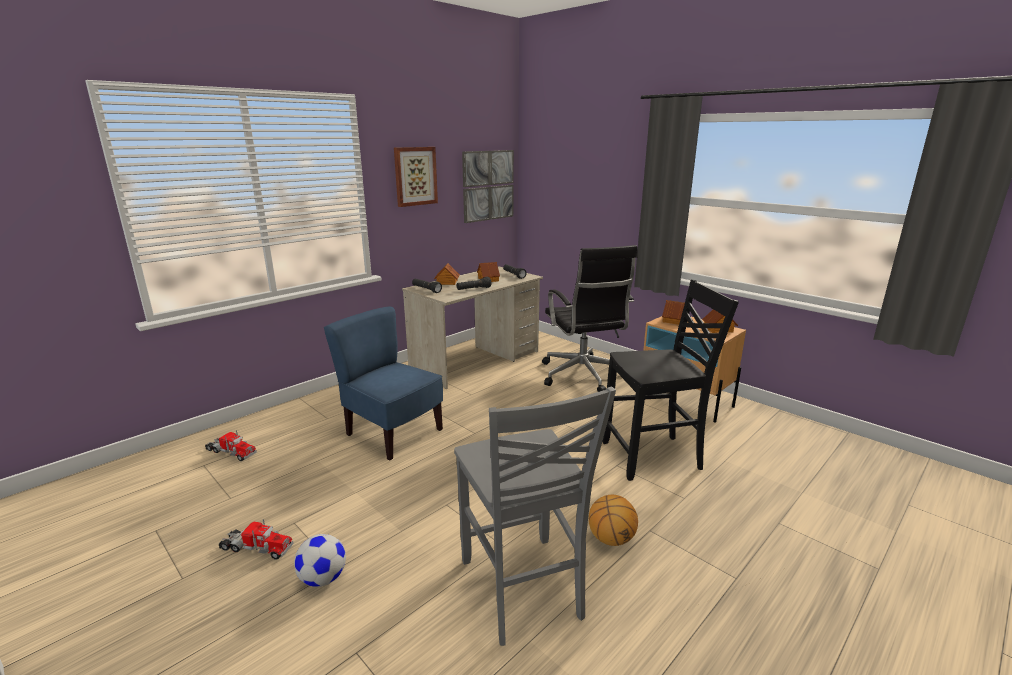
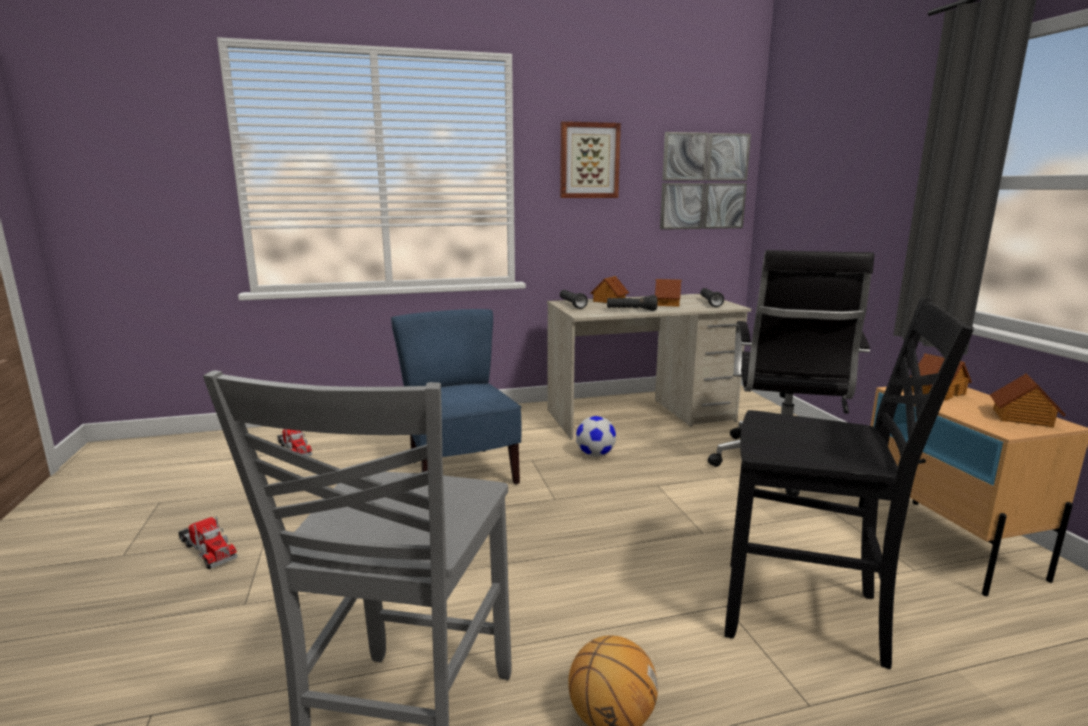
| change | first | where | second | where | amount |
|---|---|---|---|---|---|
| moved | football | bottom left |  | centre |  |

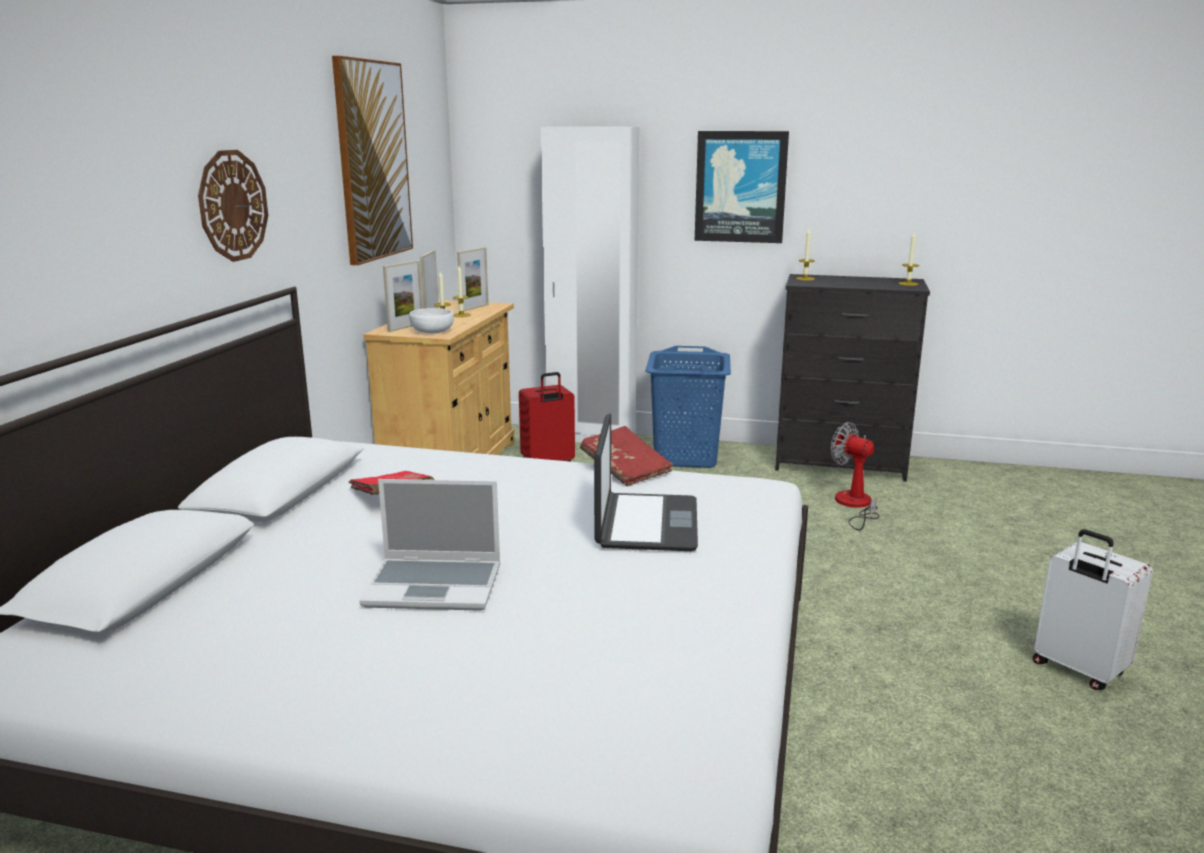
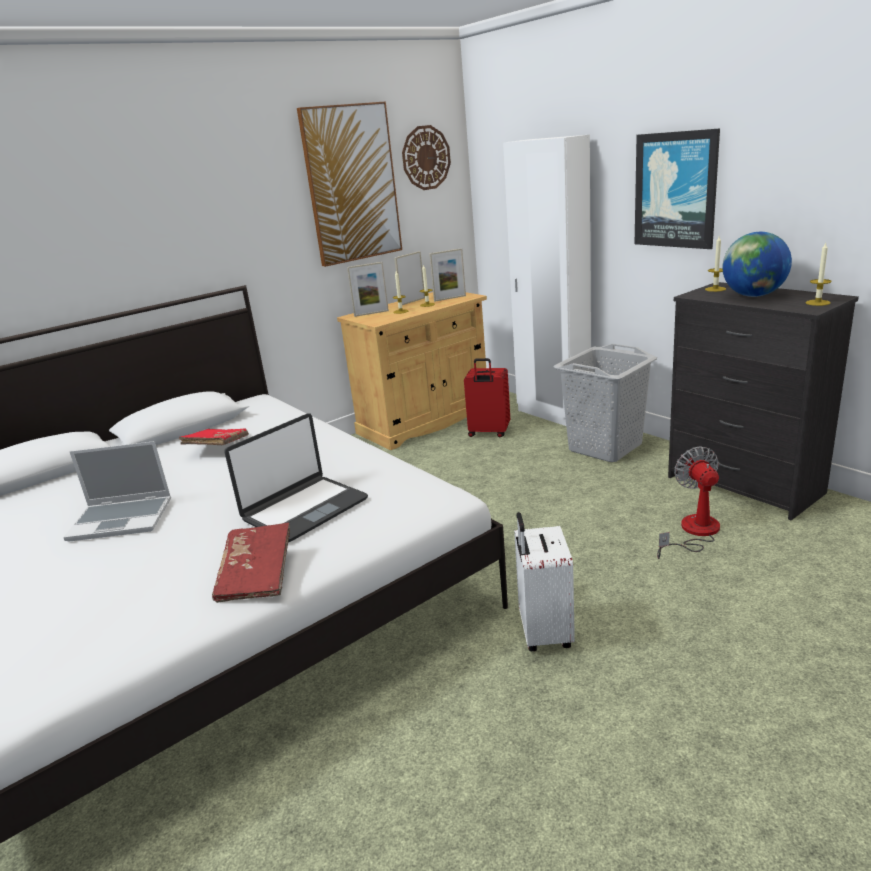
| change | first | where | second | where | amount |
|---|---|---|---|---|---|
| moved | hanging clock | top left |  | top centre |  |
| turned | notebook computer (1st from left) | centre |  | middle left | 45 degrees counterclockwise |
| removed | deep dish/whitish | centre |  |  |  |
| moved | bound book/red-coloured (2nd from left) | centre |  | middle left |  |
| recoloured | laundry basket/bluish | centre | laundry basket/gray | middle right |  |
| moved | piece of luggage/whitish | bottom right |  | bottom centre |  |
| added |  |  | desk globe | top right |  |

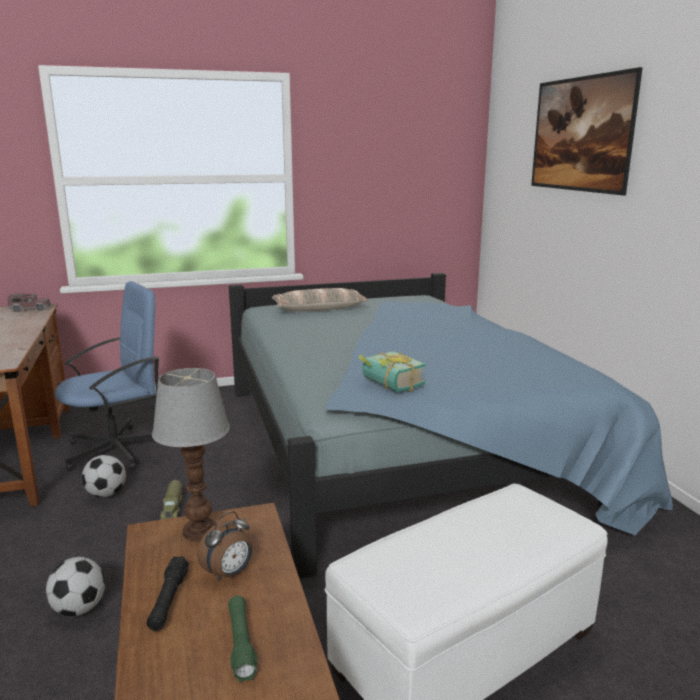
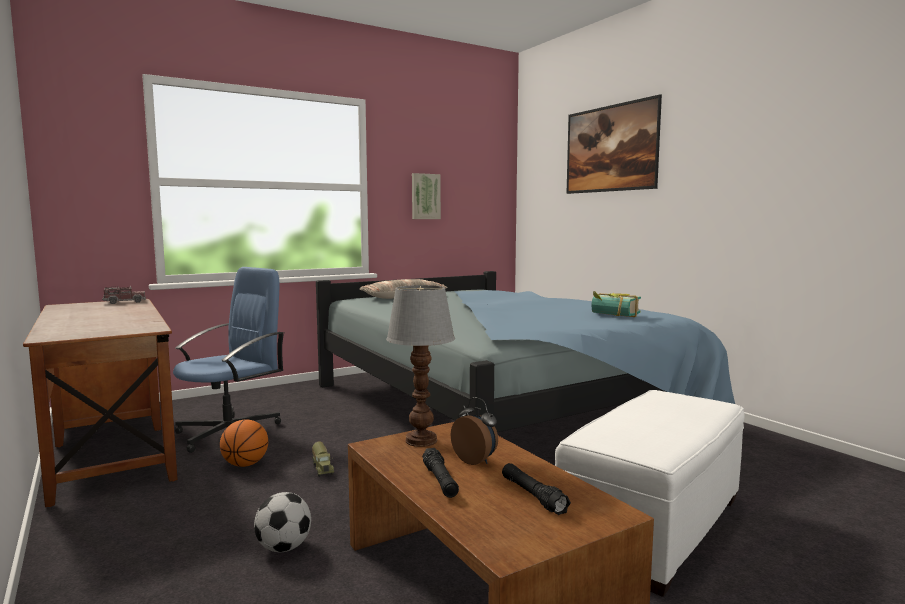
| change | first | where | second | where | amount |
|---|---|---|---|---|---|
| replaced | football (2nd from left) | bottom left | basketball | bottom left |  |
| turned | table clock | bottom left |  | bottom centre | 75 degrees counterclockwise |
| recoloured | flashlight/green | bottom centre | flashlight/black-coloured (2nd from left) | bottom centre |  |
| moved | bound book | centre |  | middle right |  |
| added |  |  | wall picture (1st from left) | top centre |  |

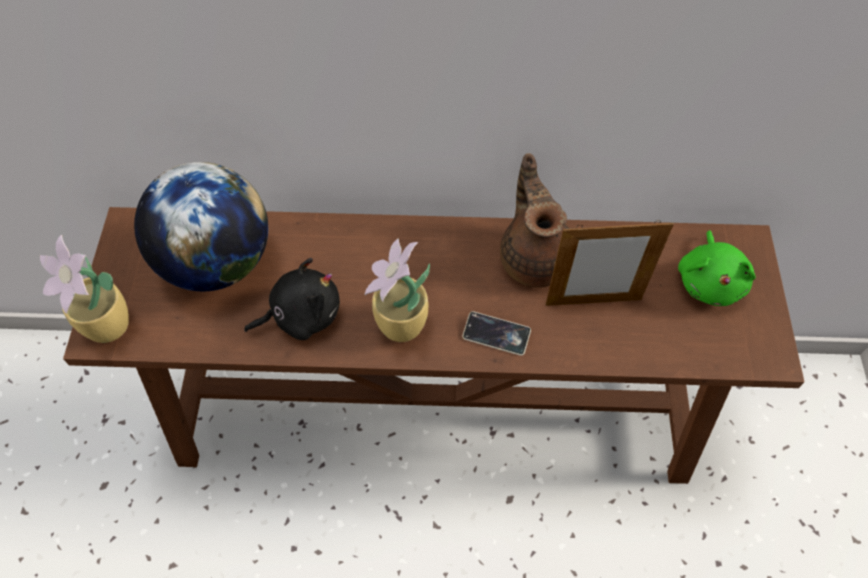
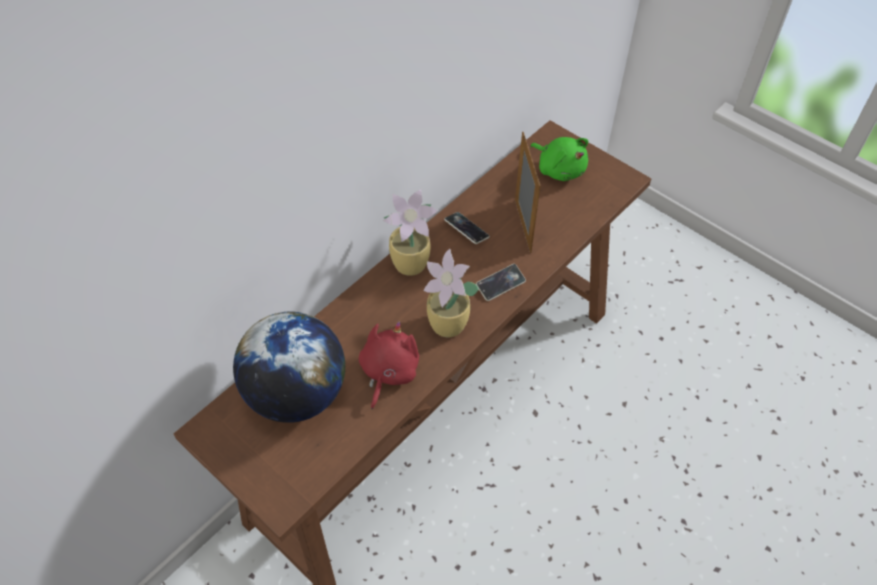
| change | first | where | second | where | amount |
|---|---|---|---|---|---|
| moved | plant in a pot (1st from left) | middle left |  | centre |  |
| recoloured | soft toy/black-coloured | centre | soft toy/red-coloured | centre |  |
| replaced | tea pot/brown-coloured | centre | telephone (1st from left) | centre |  |
| turned | photo frame | middle right |  | top centre | 45 degrees counterclockwise |

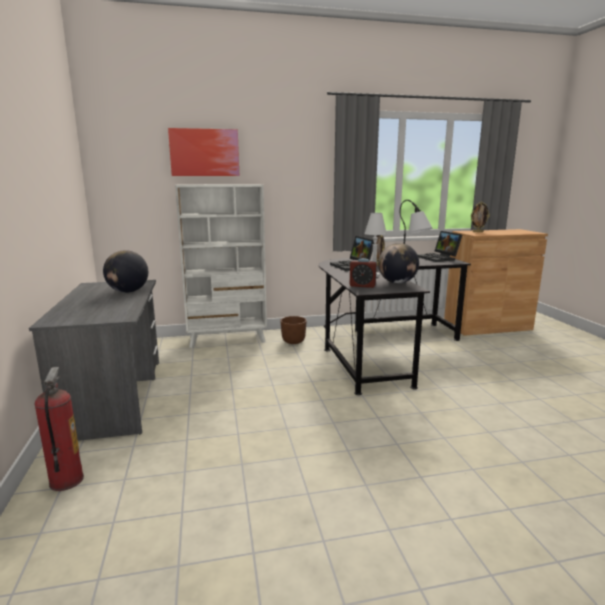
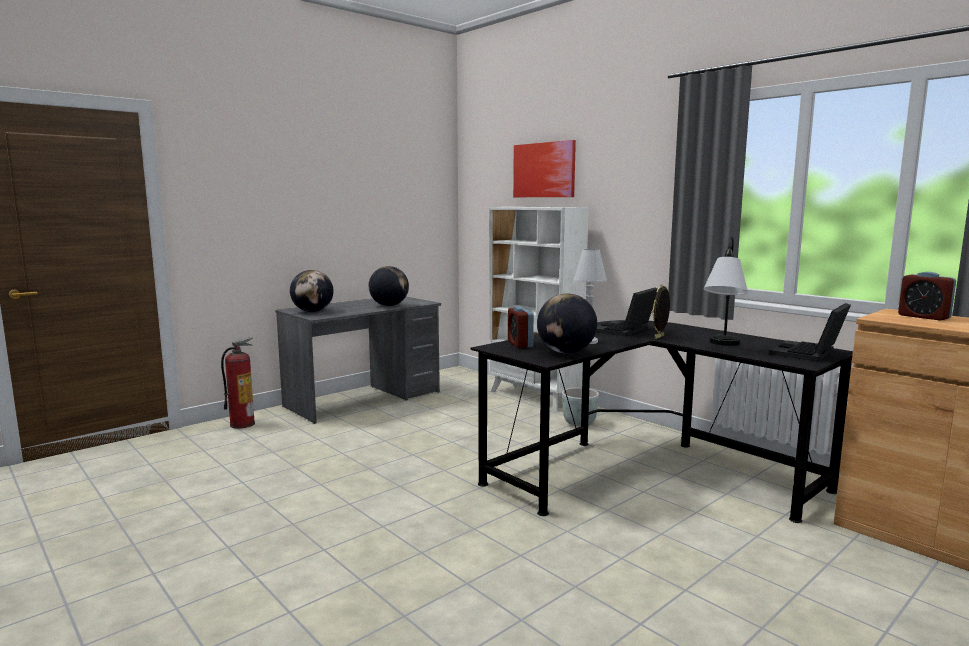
| change | first | where | second | where | amount |
|---|---|---|---|---|---|
| recoloured | flower pot/brown-coloured | centre | flower pot/gray | centre |  |
| replaced | photo frame (2nd from left) | middle right | table clock (2nd from left) | middle right |  |
| added |  |  | desk globe (1st from left) | middle left |  |

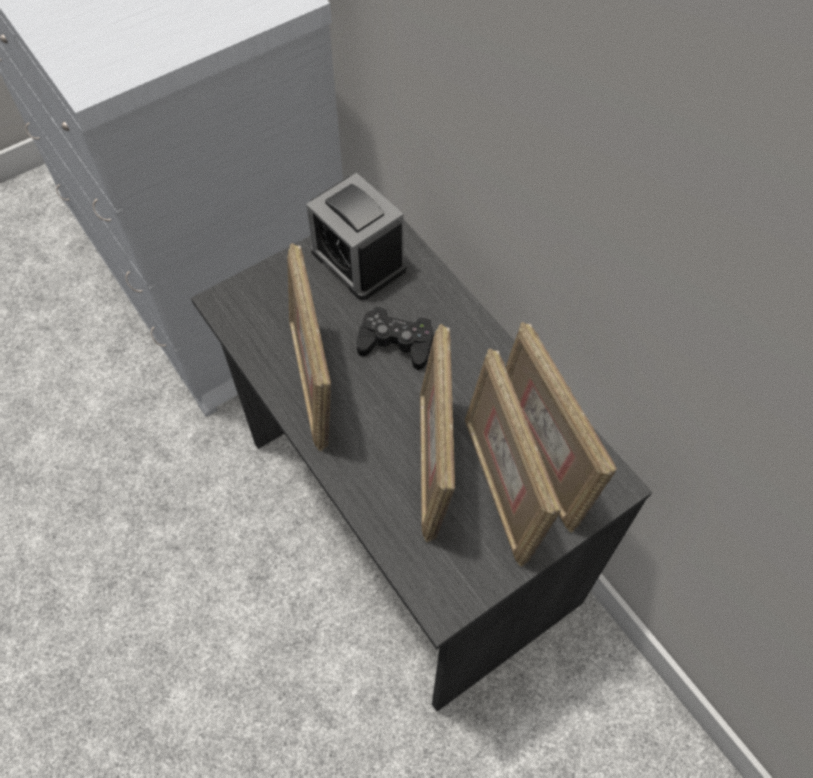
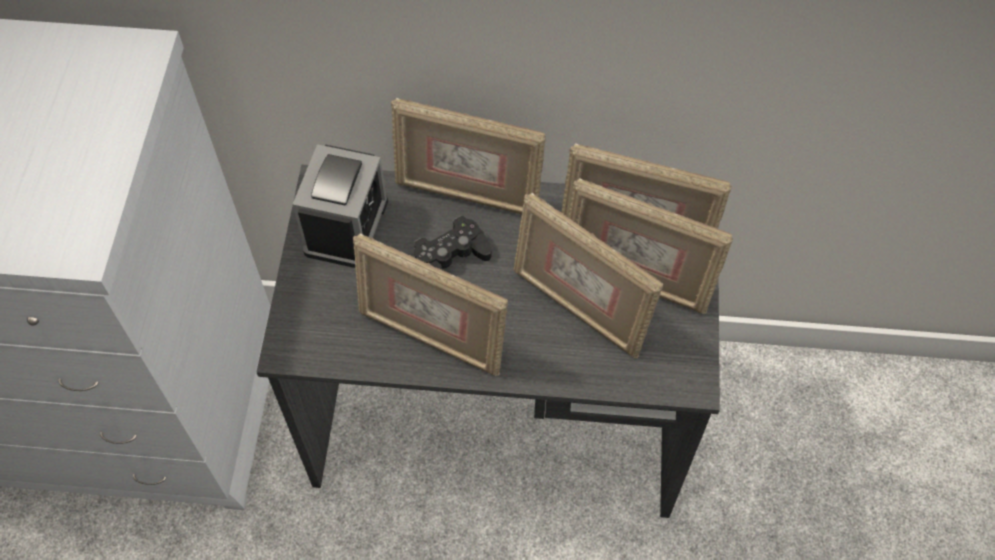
| change | first | where | second | where | amount |
|---|---|---|---|---|---|
| turned | table clock | top centre |  | centre | 75 degrees counterclockwise |
| added |  |  | photo frame (2nd from left) | top centre |  |

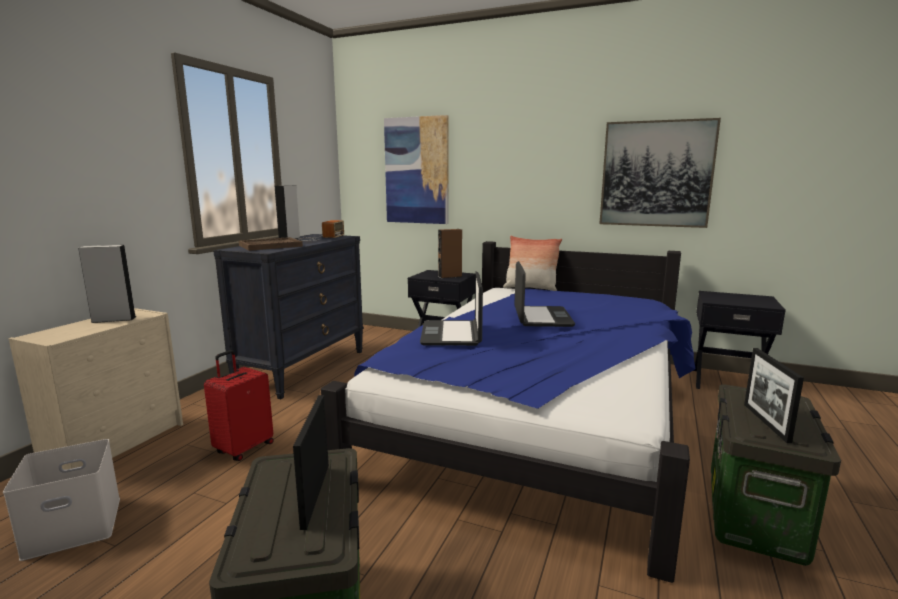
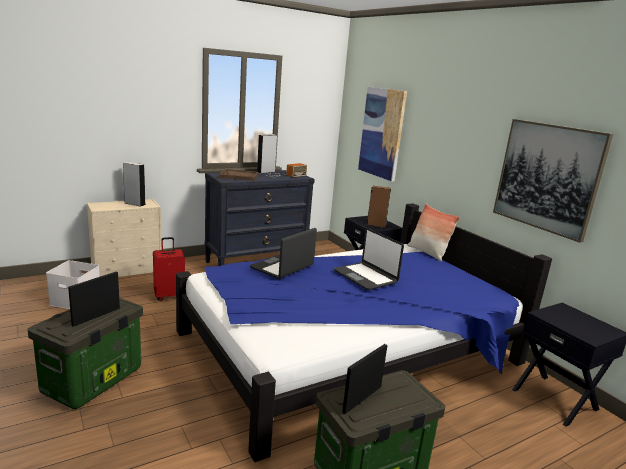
| change | first | where | second | where | amount |
|---|---|---|---|---|---|
| turned | notebook computer (2nd from left) | centre |  | centre | 105 degrees clockwise |

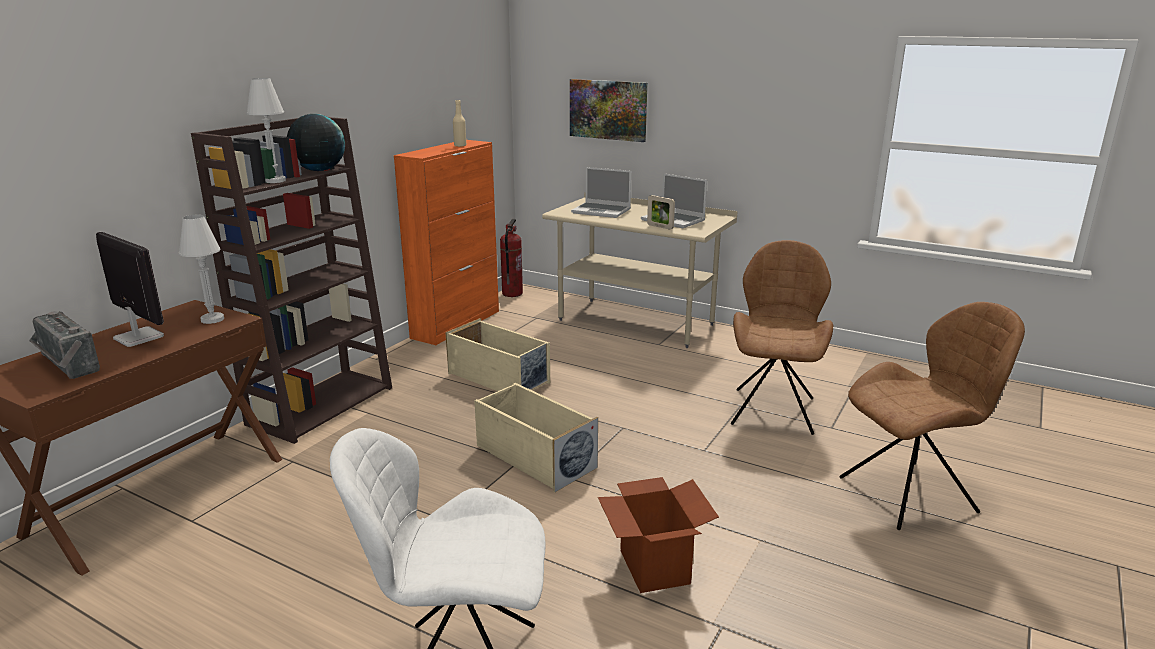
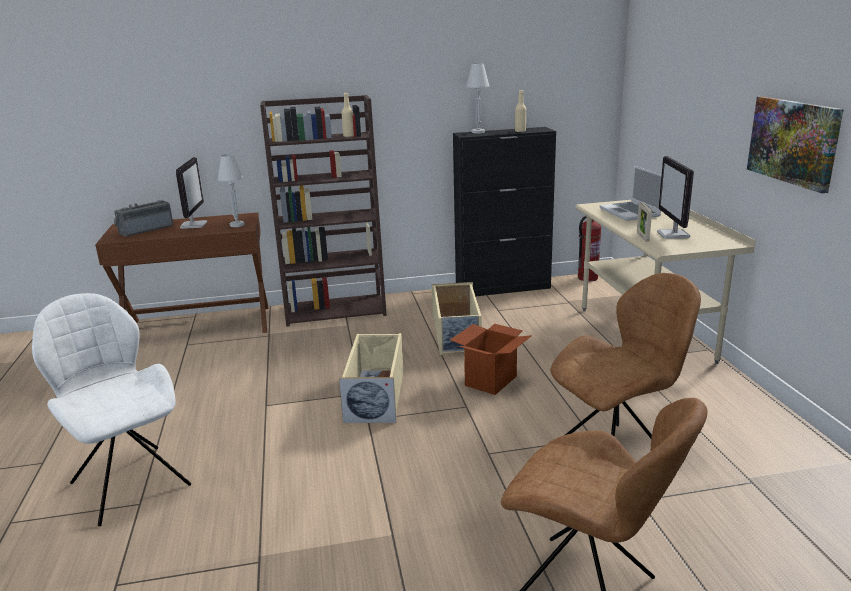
| change | first | where | second | where | amount |
|---|---|---|---|---|---|
| turned | radio | middle left |  | middle left | 45 degrees clockwise |
| moved | table lamp/whitish (2nd from left) | top left |  | top centre |  |
| replaced | desk globe | top left | bottle/beige (1st from left) | top centre |  |
| recoloured | cabinet/orange-coloured | centre | cabinet/black-coloured | centre |  |
| moved | wall picture | top centre |  | top right |  |
| moved | cardboard box | bottom centre |  | centre |  |
| replaced | notebook computer (2nd from left) | top centre | computer screen (2nd from left) | middle right |  |

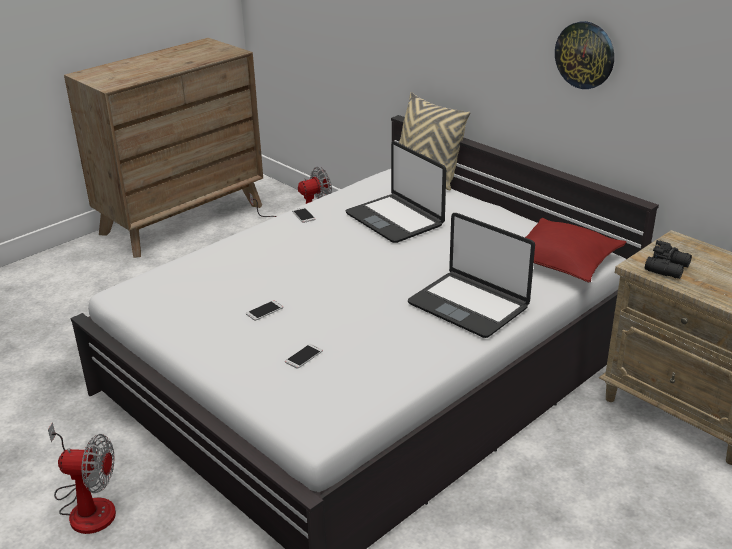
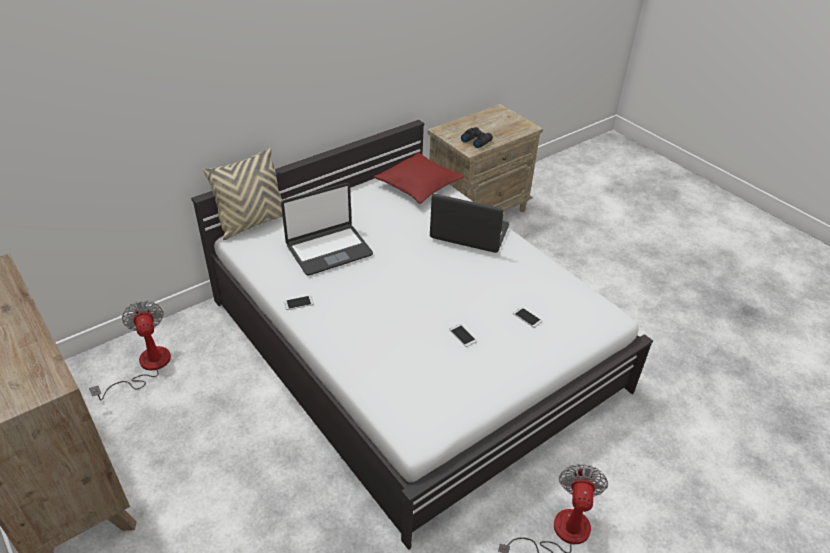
| change | first | where | second | where | amount |
|---|---|---|---|---|---|
| turned | notebook computer (2nd from left) | centre |  | centre | 120 degrees counterclockwise |
| removed | hanging clock | top right |  |  |  |

